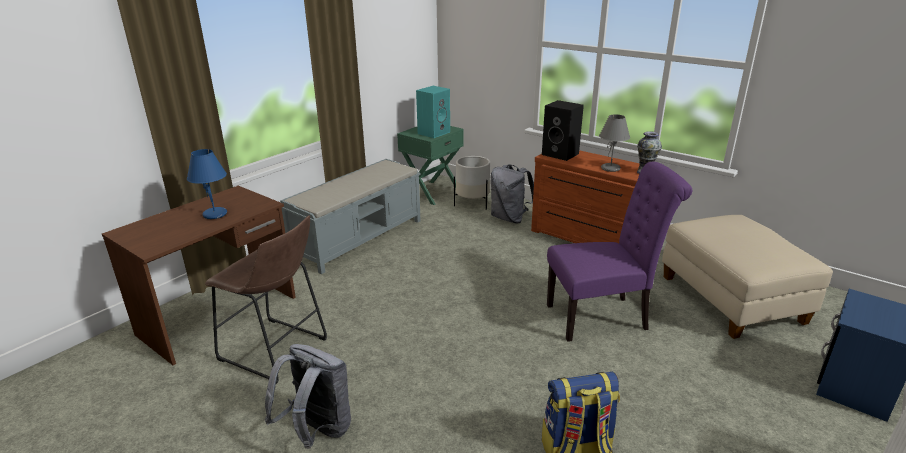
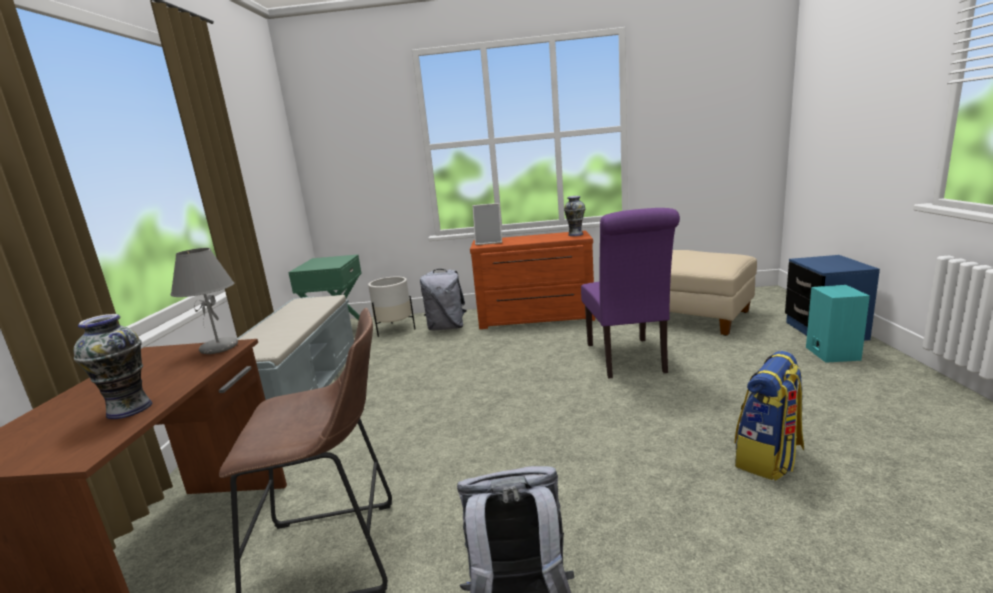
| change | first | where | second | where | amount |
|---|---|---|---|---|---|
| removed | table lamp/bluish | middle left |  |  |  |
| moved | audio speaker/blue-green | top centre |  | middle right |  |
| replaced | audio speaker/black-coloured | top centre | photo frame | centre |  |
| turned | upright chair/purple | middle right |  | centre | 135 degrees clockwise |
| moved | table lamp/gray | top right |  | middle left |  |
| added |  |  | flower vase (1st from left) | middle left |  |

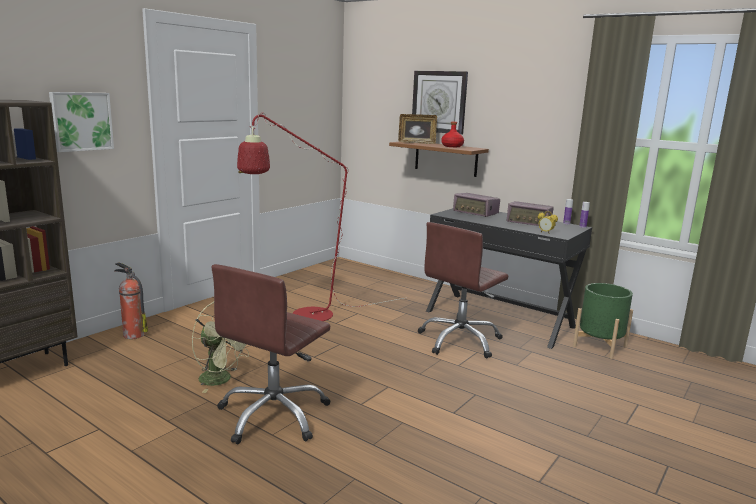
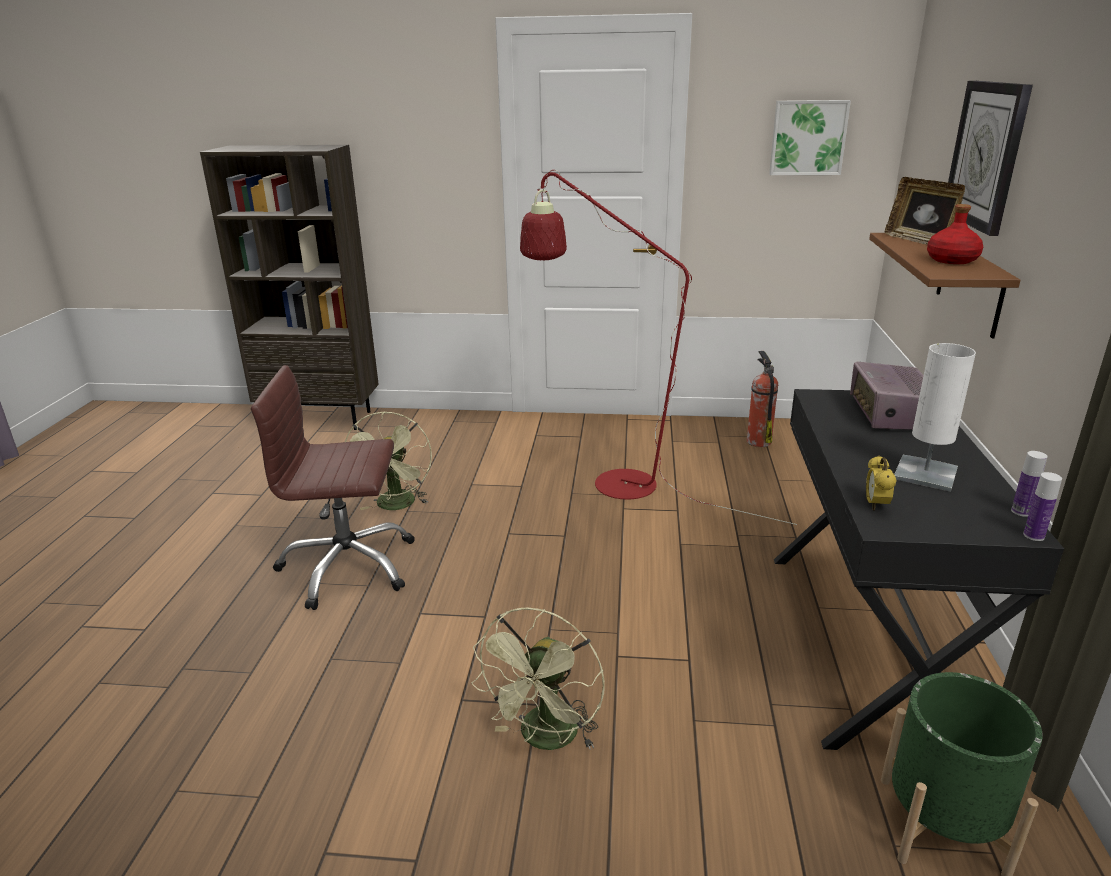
| change | first | where | second | where | amount |
|---|---|---|---|---|---|
| moved | wall picture | top left |  | top right |  |
| moved | fire-fighting cylinder | middle left |  | middle right |  |
| removed | office chair/brown-coloured (2nd from left) | centre |  |  |  |
| replaced | radio (2nd from left) | middle right | table lamp/whitish | middle right |  |
| added |  |  | fan/green (2nd from left) | bottom centre |  |

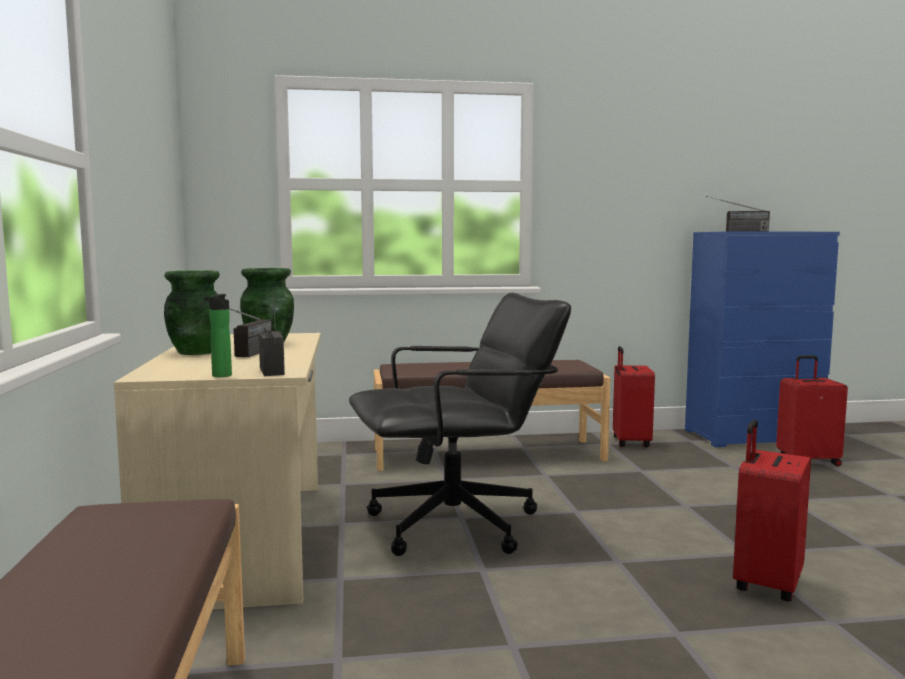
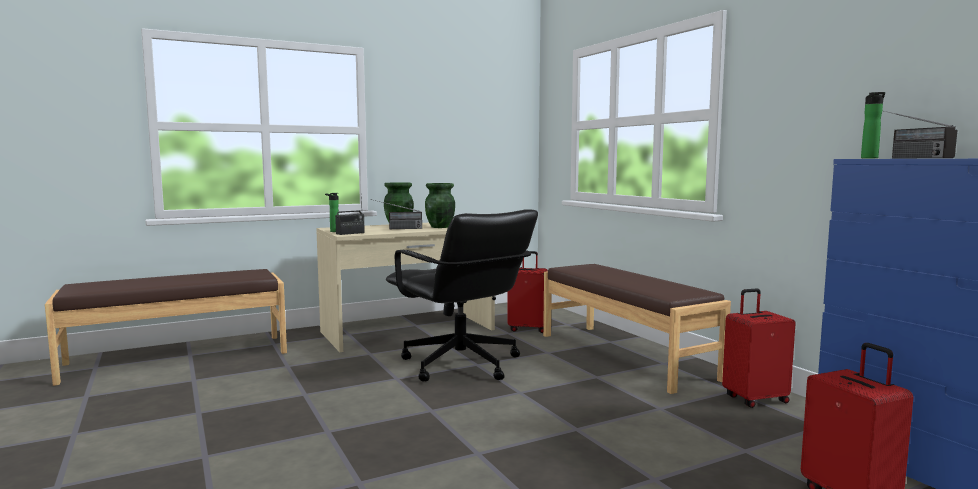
| change | first | where | second | where | amount |
|---|---|---|---|---|---|
| moved | piece of luggage/red-coloured (2nd from left in the first image) | bottom right | piece of luggage/red-coloured (1st from left) | centre |  |
| added |  |  | bottle (2nd from left) | top right |  |

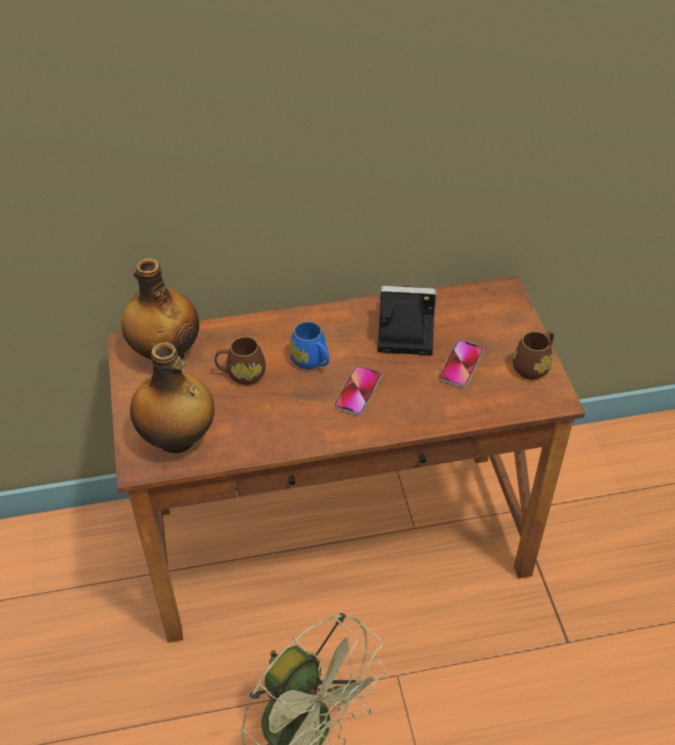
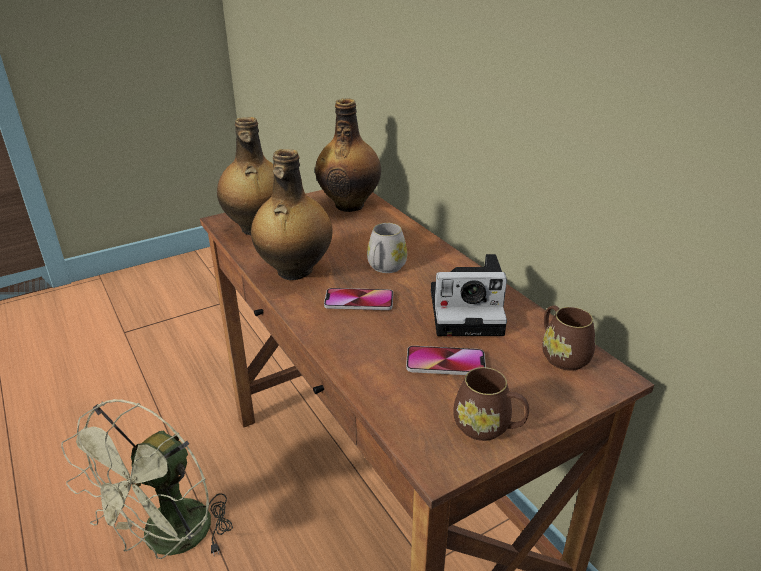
| change | first | where | second | where | amount |
|---|---|---|---|---|---|
| moved | mug/brown-coloured (1st from left in the first image) | centre | mug/brown-coloured (2nd from left) | middle right |  |
| recoloured | mug/bluish | centre | mug/whitish | centre |  |
| turned | photo camera | centre |  | centre | 105 degrees clockwise |
| added |  |  | bottle (2nd from left) | centre |  |

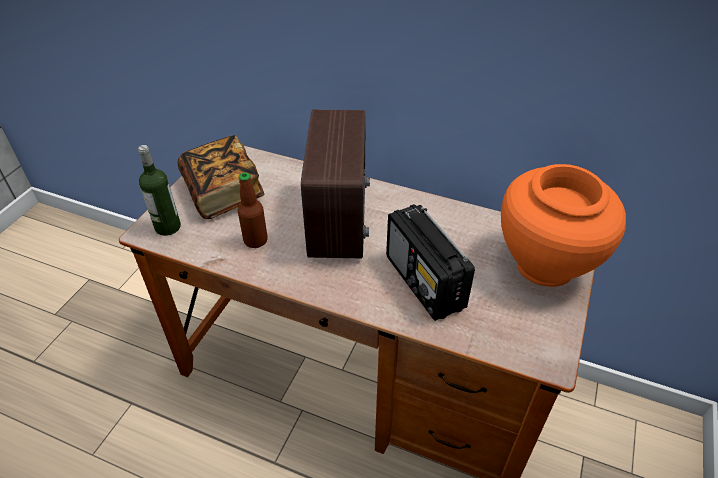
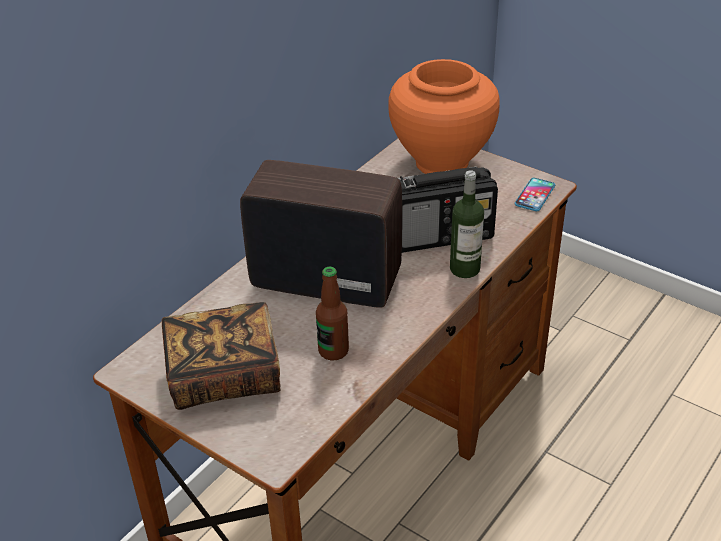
| change | first | where | second | where | amount |
|---|---|---|---|---|---|
| moved | bottle (1st from left in the first image) | middle left | bottle (2nd from left) | centre |  |
| added |  |  | telephone | middle right |  |

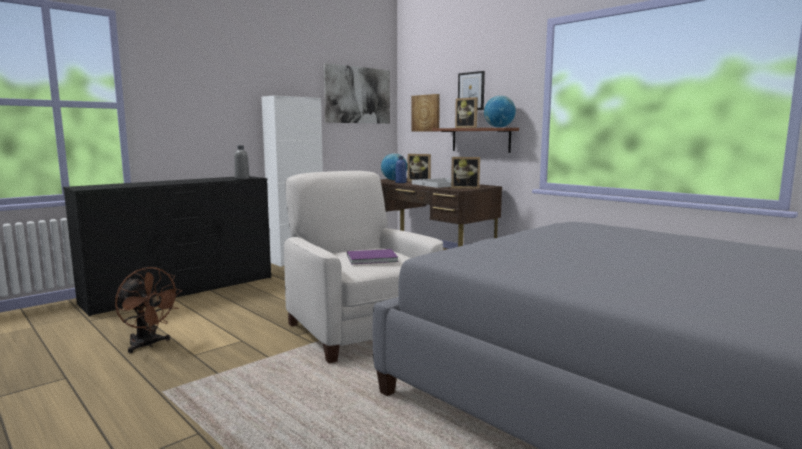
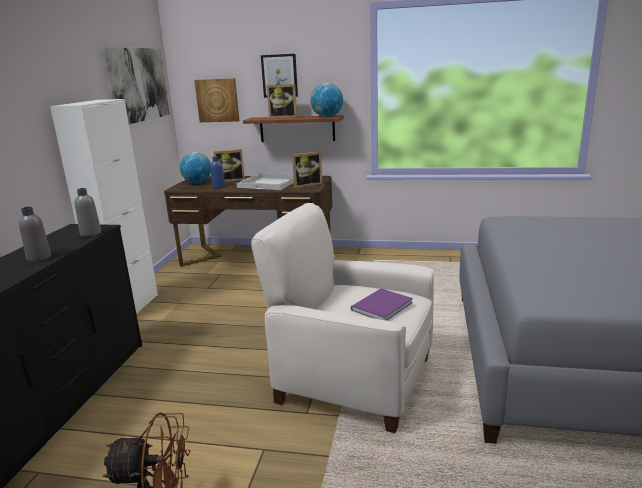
| change | first | where | second | where | amount |
|---|---|---|---|---|---|
| added |  |  | bottle/gray (1st from left) | middle left |  |

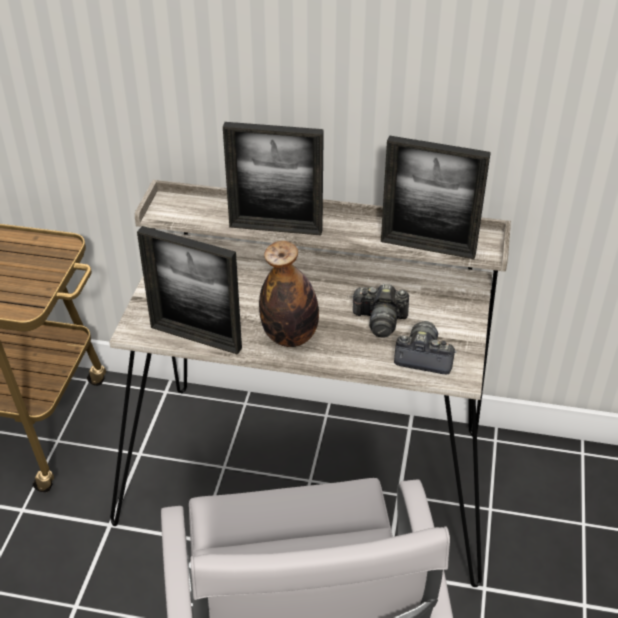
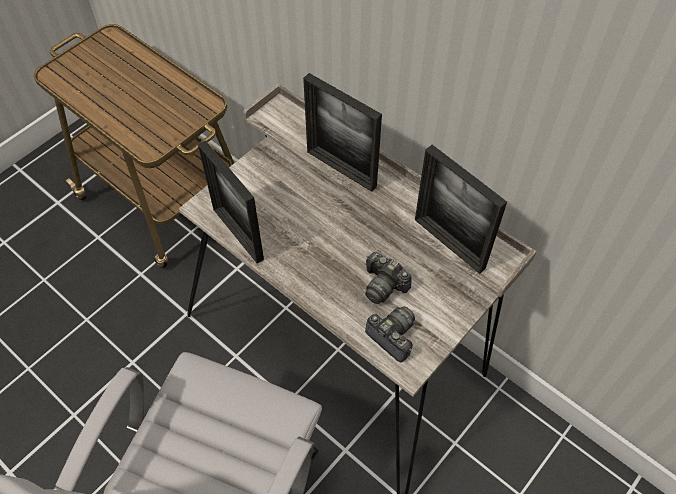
| change | first | where | second | where | amount |
|---|---|---|---|---|---|
| removed | bottle | centre |  |  |  |

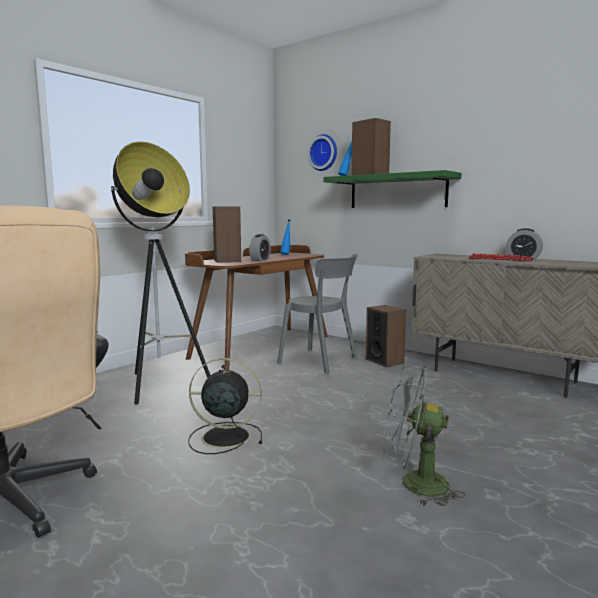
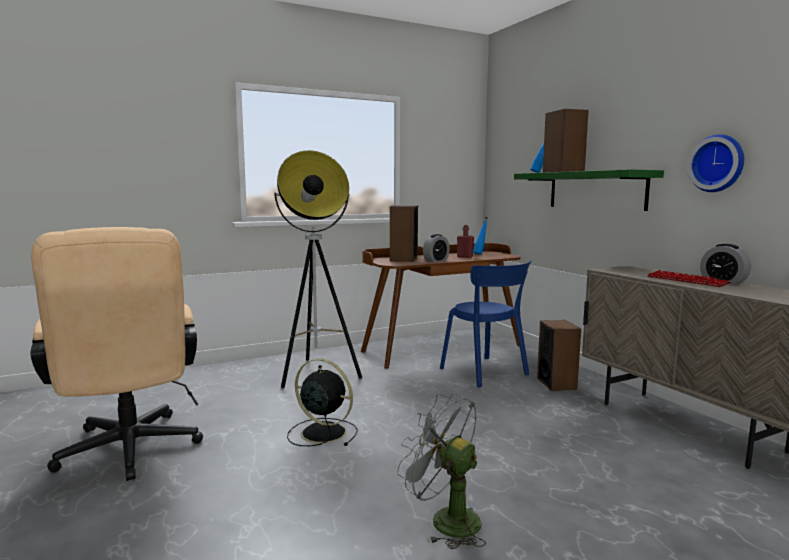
| change | first | where | second | where | amount |
|---|---|---|---|---|---|
| recoloured | upright chair/gray | centre | upright chair/bluish | centre |  |
| moved | hanging clock | top centre |  | top right |  |
| added |  |  | bottle/red-coloured | centre |  |

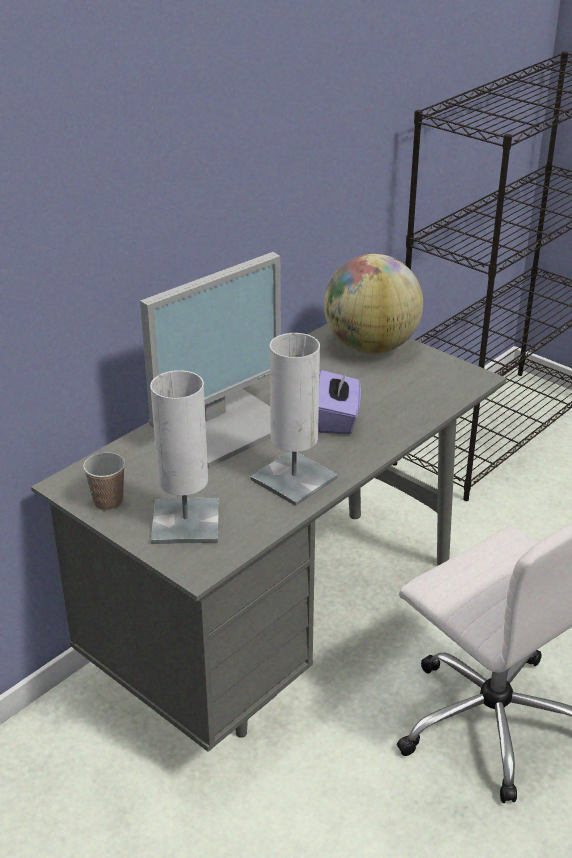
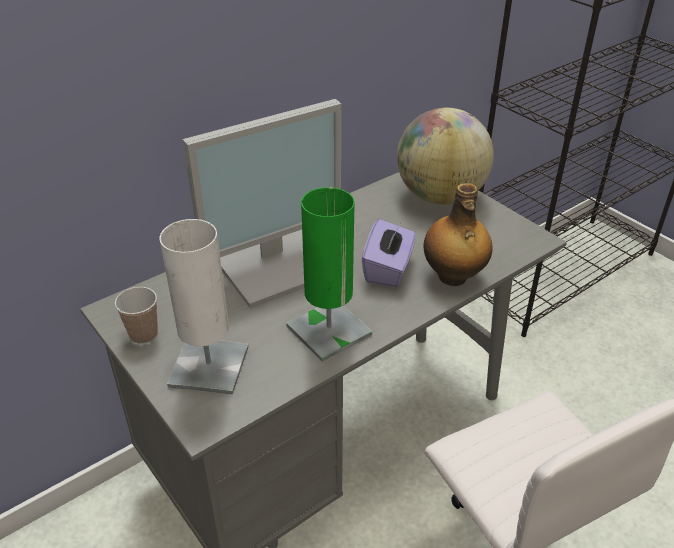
| change | first | where | second | where | amount |
|---|---|---|---|---|---|
| recoloured | table lamp/whitish (2nd from left) | centre | table lamp/green | centre |  |
| added |  |  | bottle | middle right |  |

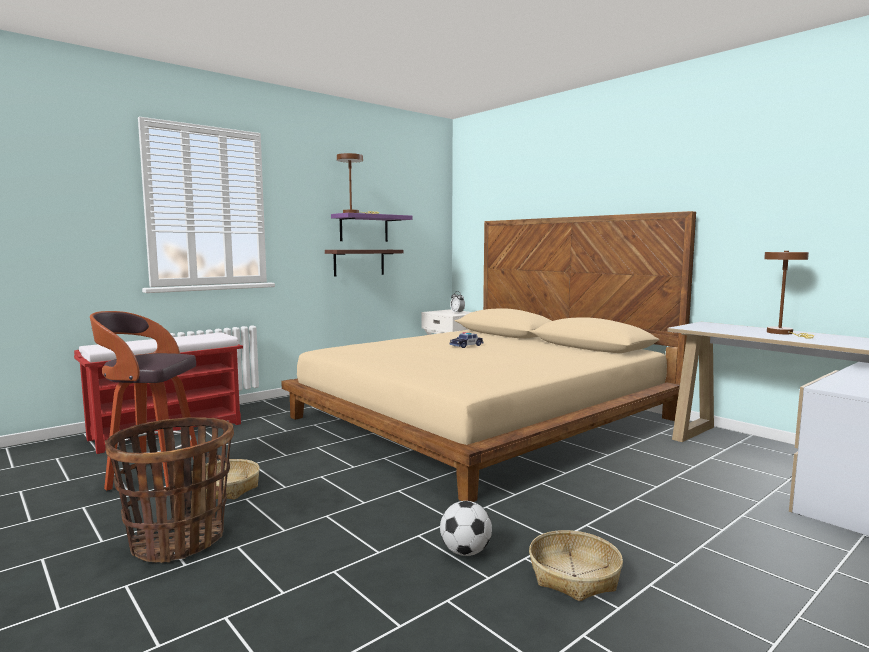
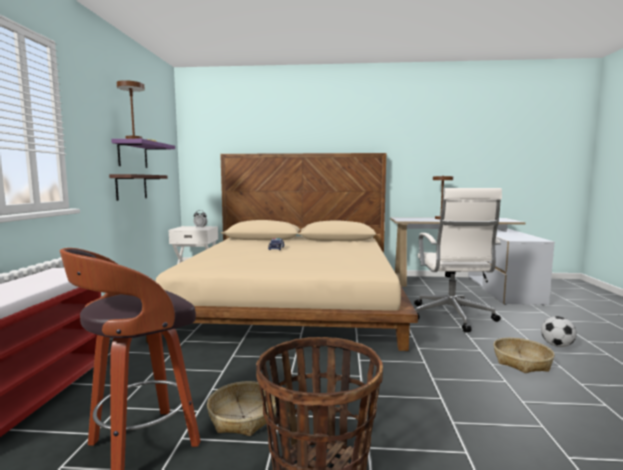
| change | first | where | second | where | amount |
|---|---|---|---|---|---|
| moved | football | bottom centre |  | bottom right |  |
| added |  |  | office chair/whitish | middle right |  |

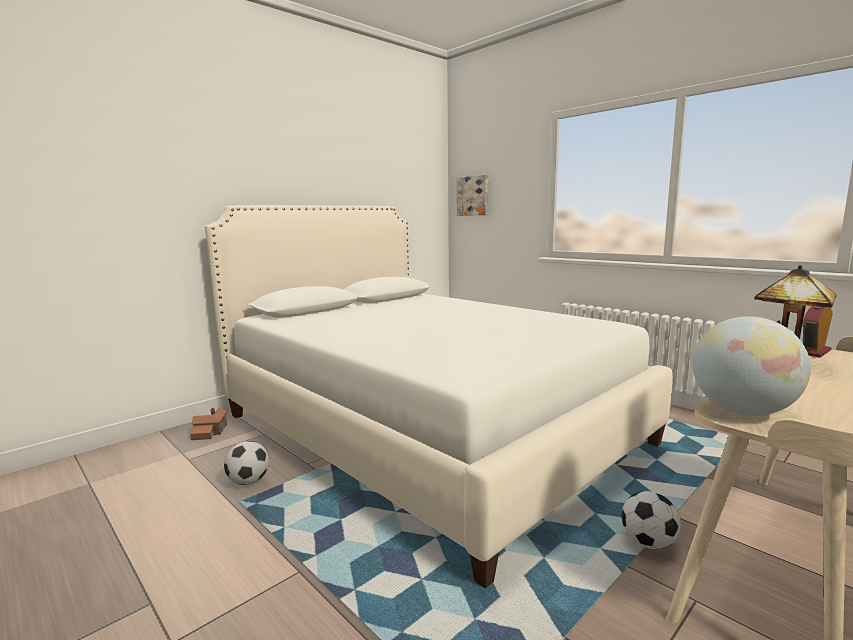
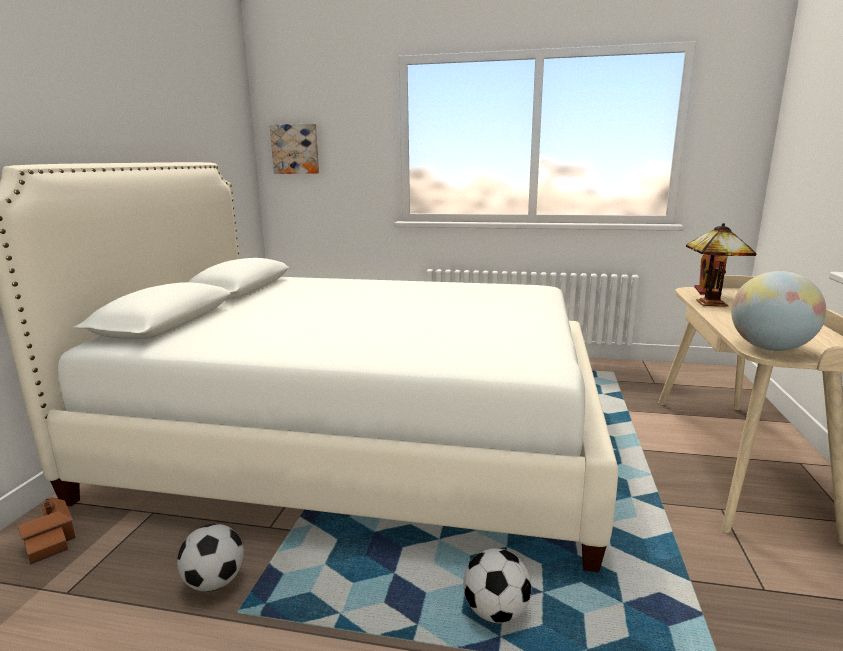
| change | first | where | second | where | amount |
|---|---|---|---|---|---|
| moved | football (2nd from left) | bottom right |  | bottom centre |  |

